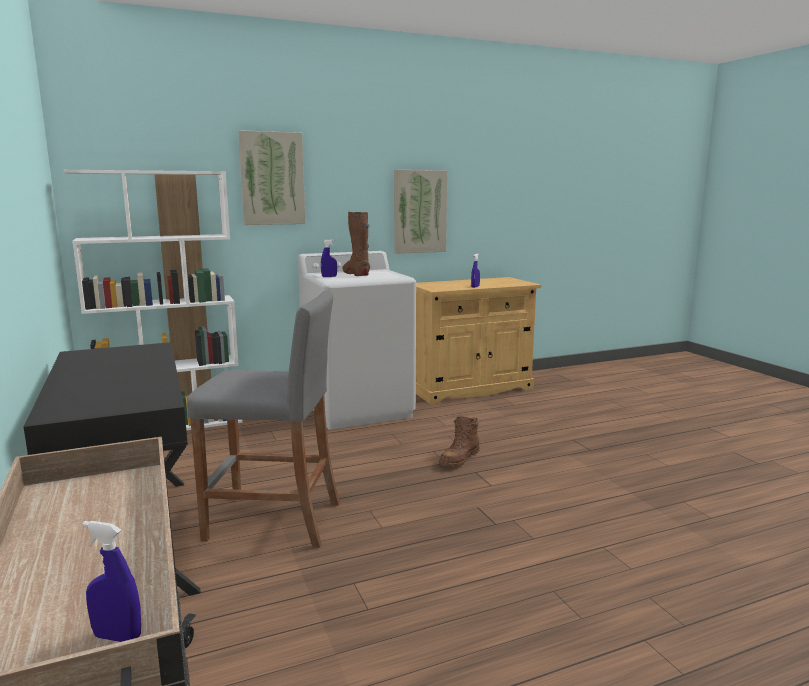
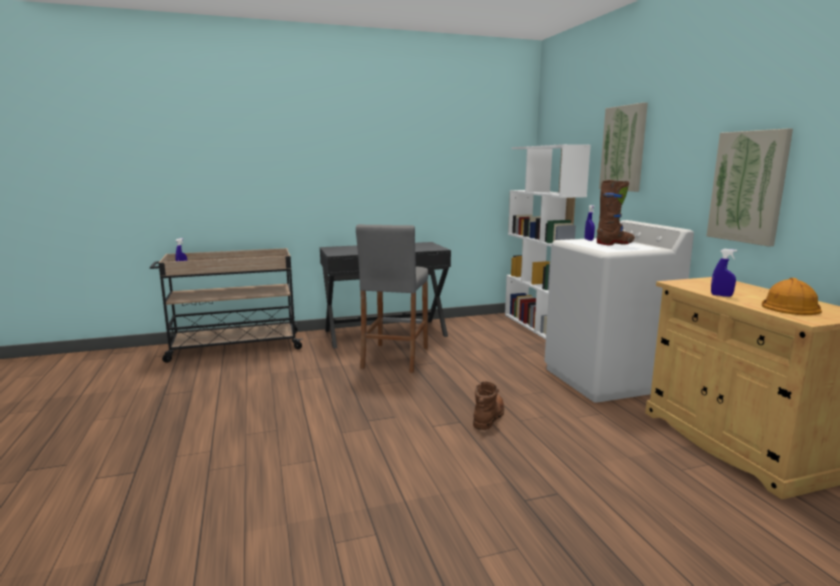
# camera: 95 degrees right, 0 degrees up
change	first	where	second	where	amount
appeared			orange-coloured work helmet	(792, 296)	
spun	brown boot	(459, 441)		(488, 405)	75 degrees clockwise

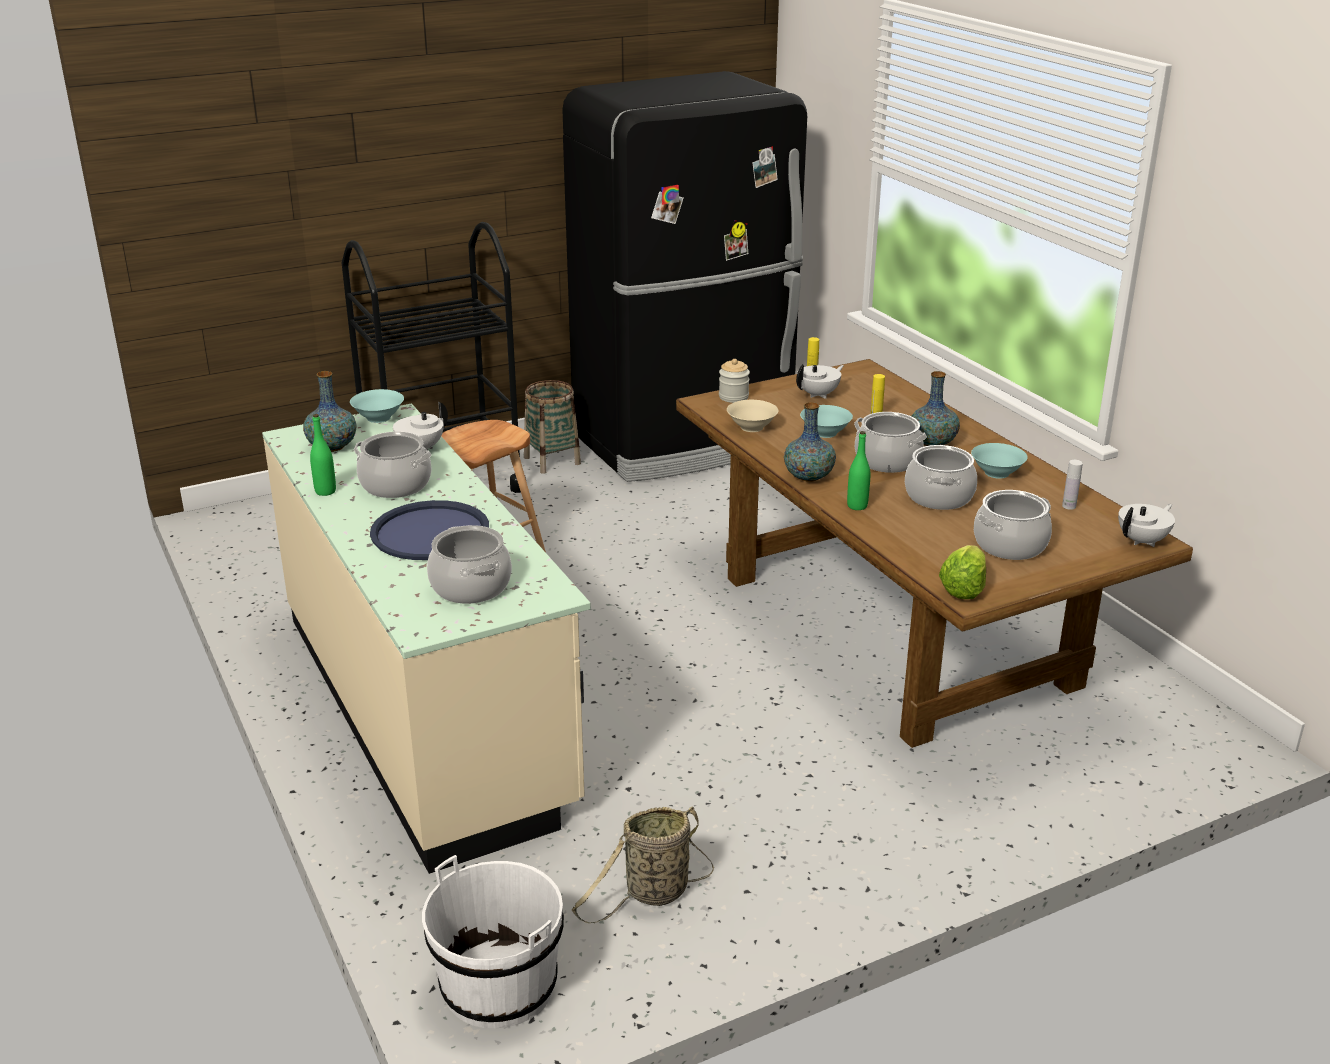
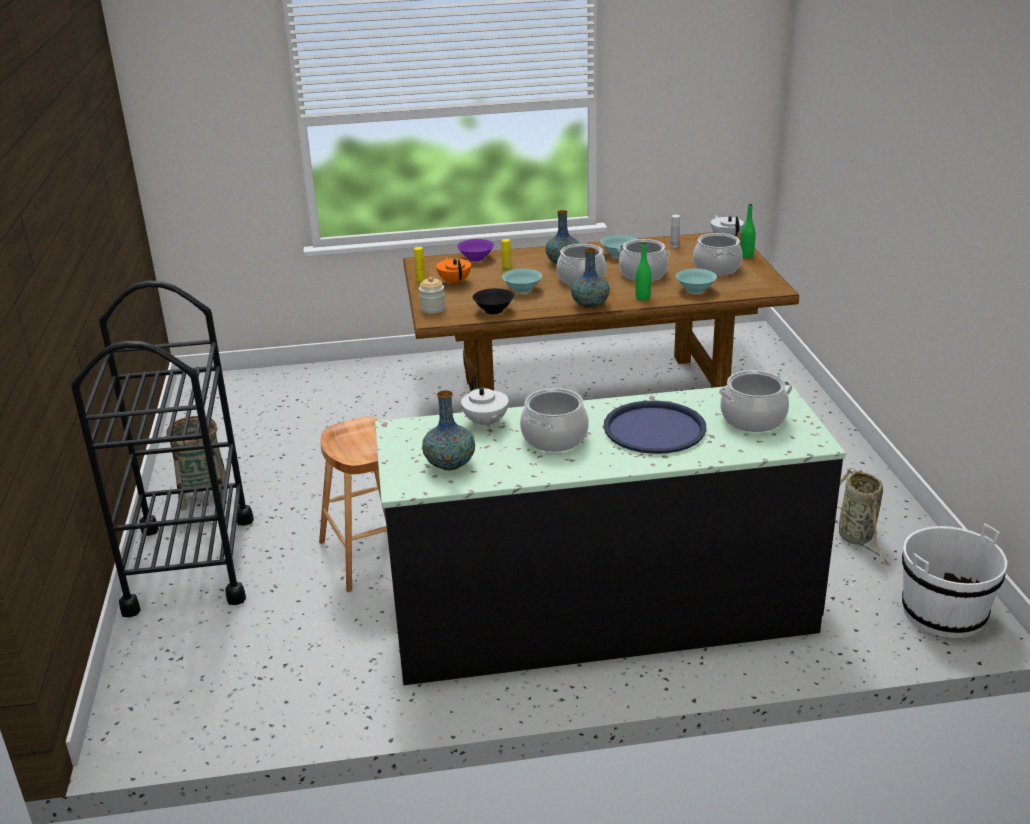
# camera: 70 degrees left, 0 degrees up
change	first	where	second	where	amount
missing	black-coloured kitchen fridge	(684, 276)			
missing	lettuce head	(962, 572)			
appeared			purple-coloured deep dish	(475, 250)	
relocated	greenish drink bottle	(323, 455)		(748, 231)	
relocated	turquoise deep dish	(377, 406)		(696, 281)	
colour	beige counter	(426, 639)	black-coloured counter	(610, 532)	
colour	beige deep dish	(752, 416)	black-coloured deep dish	(493, 301)	
colour	white-coloured pot for tea	(820, 381)	orange-coloured pot for tea	(453, 270)	

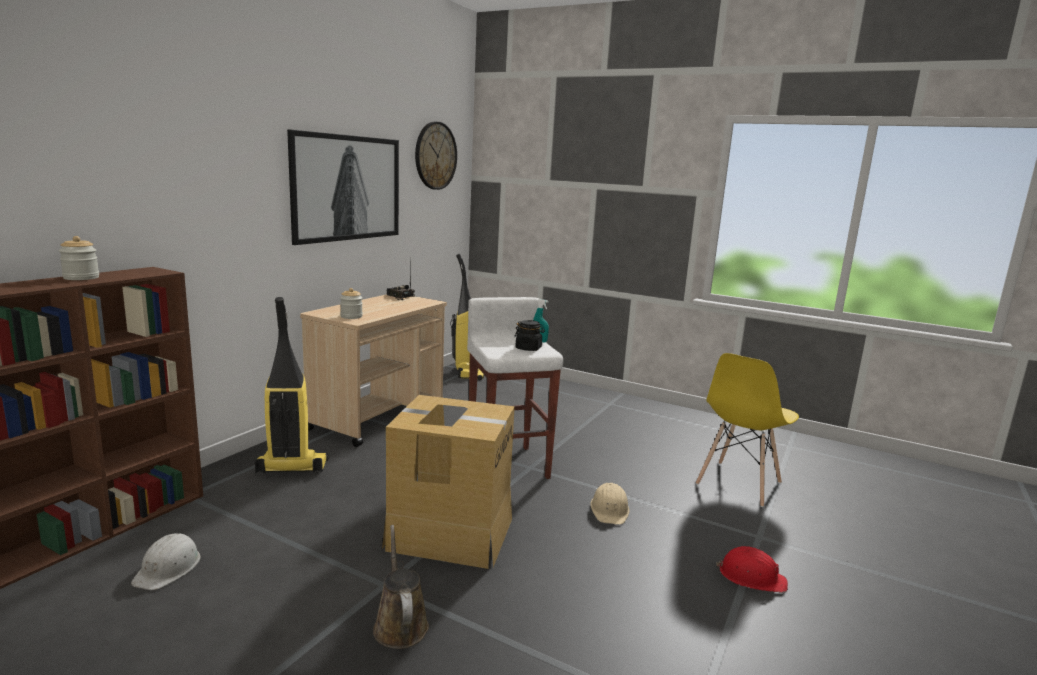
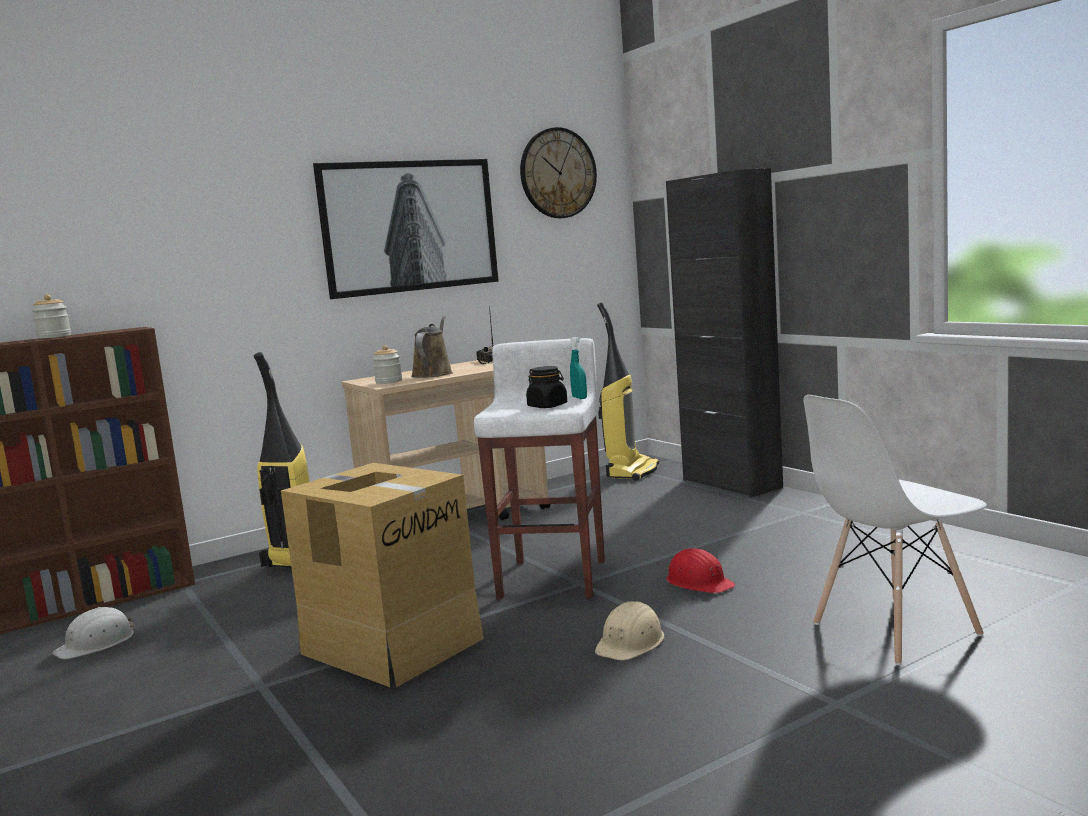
# camera: 30 degrees right, 5 degrees down
change	first	where	second	where	amount
appeared			black-coloured storage cabinet	(724, 332)	
relocated	brown watering pot	(401, 587)		(432, 347)	
relocated	reddish work helmet	(752, 569)		(701, 570)	
colour	yellowish plain chair	(747, 430)	white-coloured plain chair	(895, 530)	

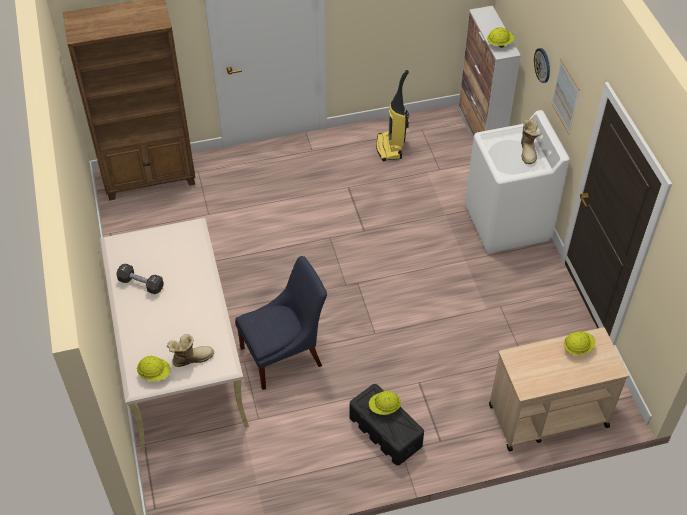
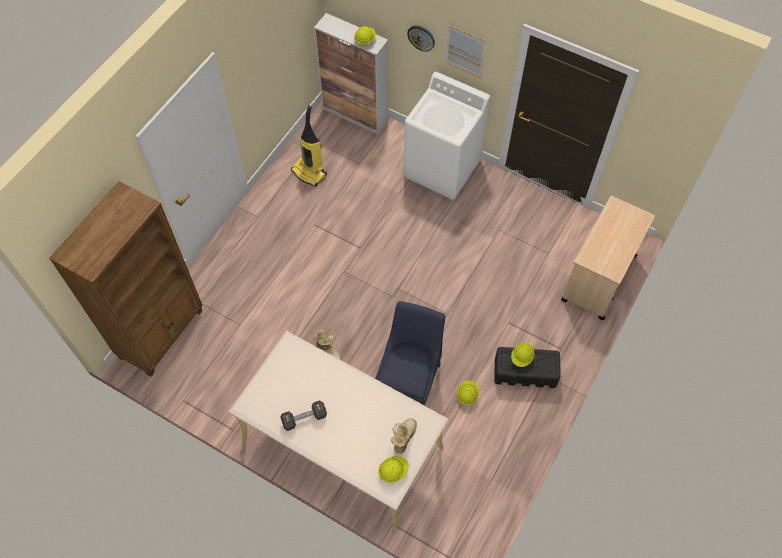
# camera: 45 degrees left, 10 degrees up
change	first	where	second	where	amount
relocated	boot	(531, 141)		(328, 344)	
relocated	yellowish work helmet	(579, 343)		(468, 392)	

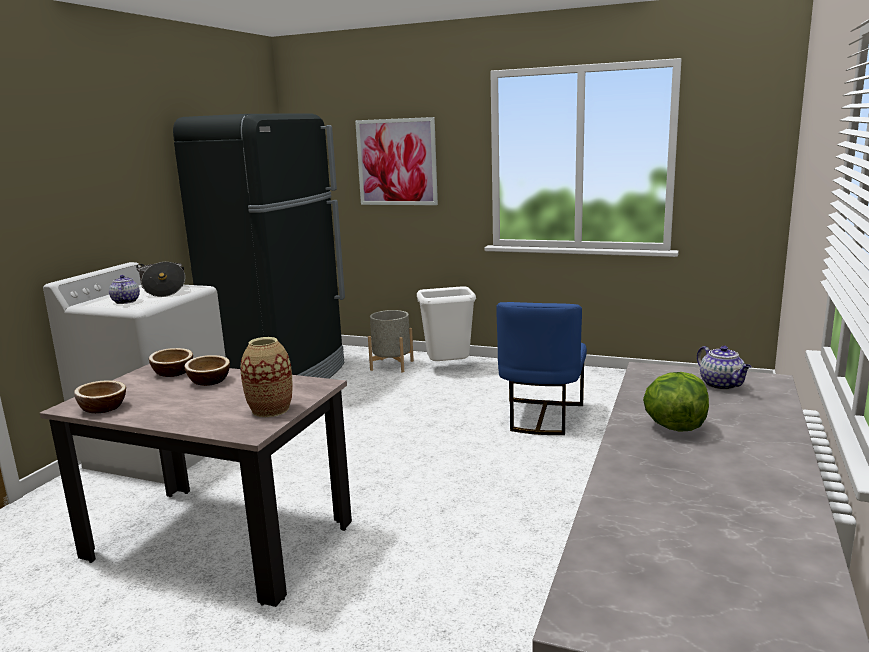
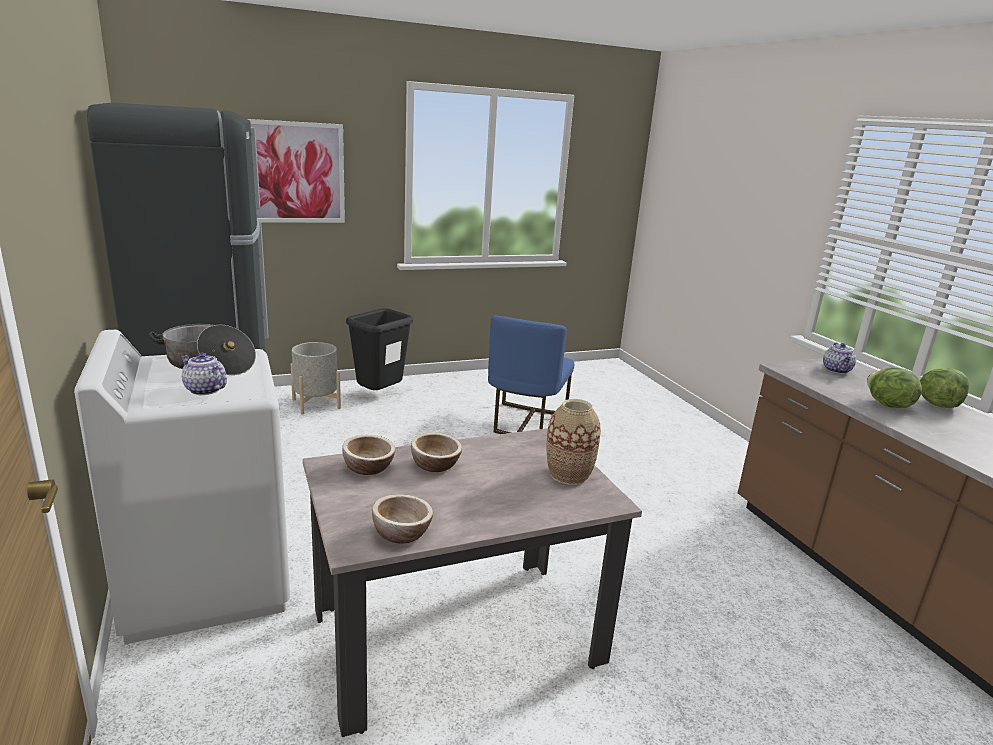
# camera: 45 degrees left, 5 degrees up
change	first	where	second	where	amount
appeared			lettuce head	(944, 388)	
colour	white-coloured waste bin	(446, 323)	black-coloured waste bin	(379, 349)	
spun	bluish plain chair	(541, 368)		(531, 375)	45 degrees clockwise
spun	pot for tea	(724, 368)		(839, 358)	75 degrees clockwise

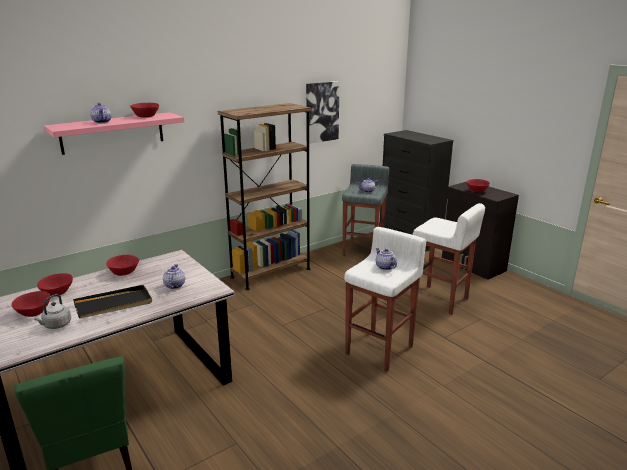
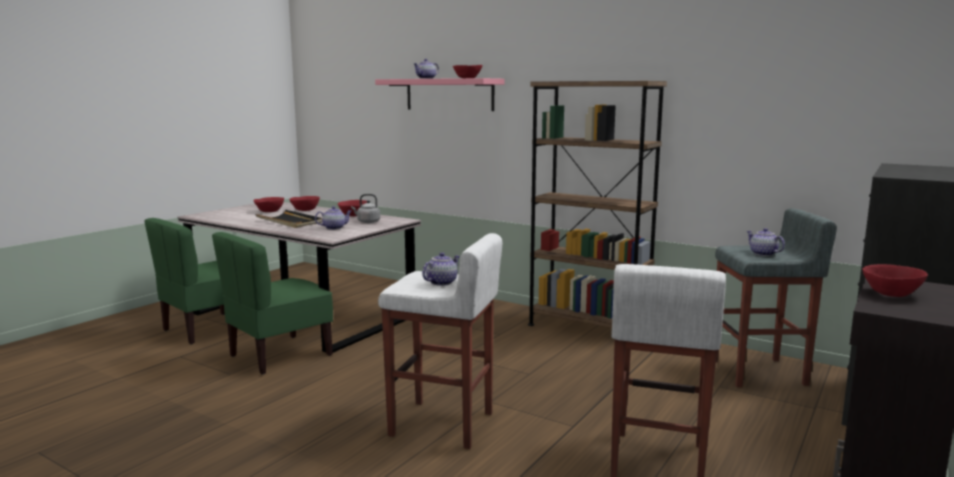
# camera: 70 degrees right, 10 degrees down
change	first	where	second	where	amount
missing	wall picture	(323, 112)			
appeared			greenish plain chair	(272, 303)	
relocated	grey water kettle	(52, 311)		(365, 208)	

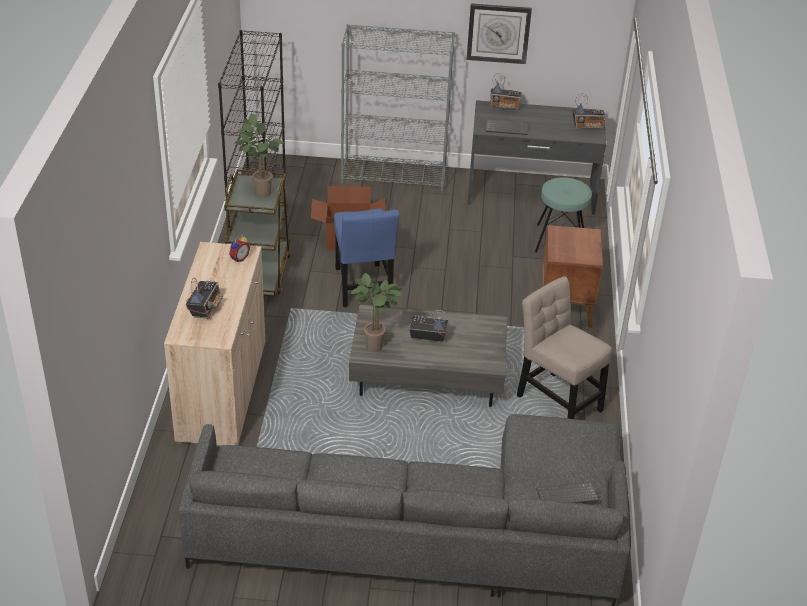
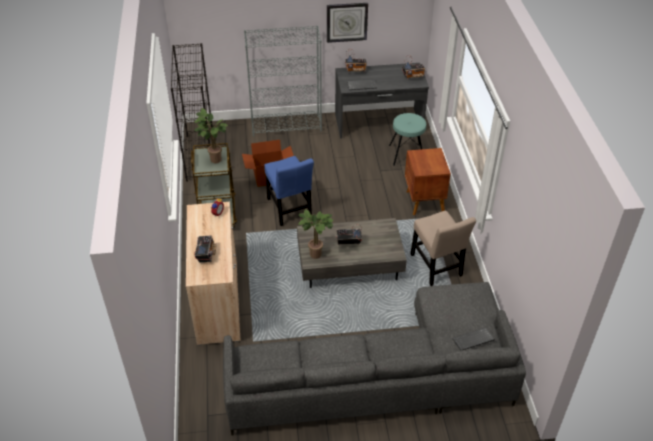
# camera: 10 degrees left, 5 degrees up
change	first	where	second	where	amount
spun	beige plain chair	(564, 347)		(443, 248)	150 degrees counterclockwise

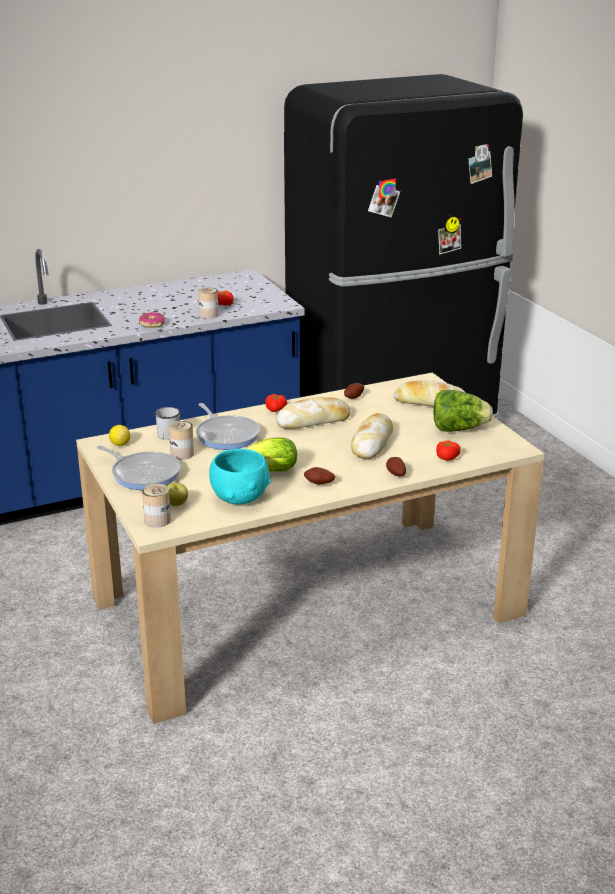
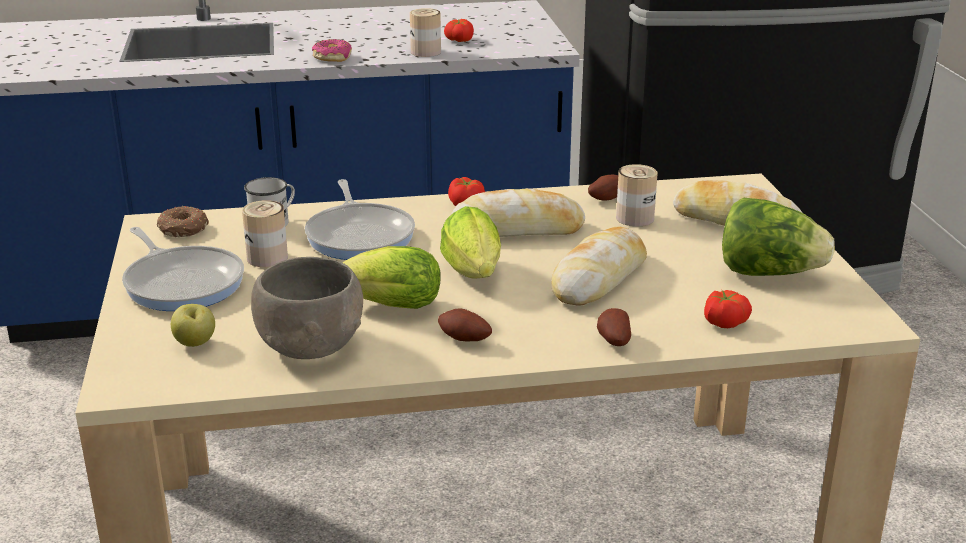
# camera: 15 degrees right, 0 degrees up
change	first	where	second	where	amount
appeared			lettuce head	(470, 242)	
relocated	sealed can	(156, 506)		(637, 195)	
exchanged	citrus fruit	(119, 435)	ring doughnut	(183, 221)	
colour	turquoise deep dish	(240, 477)	grey deep dish	(307, 308)	

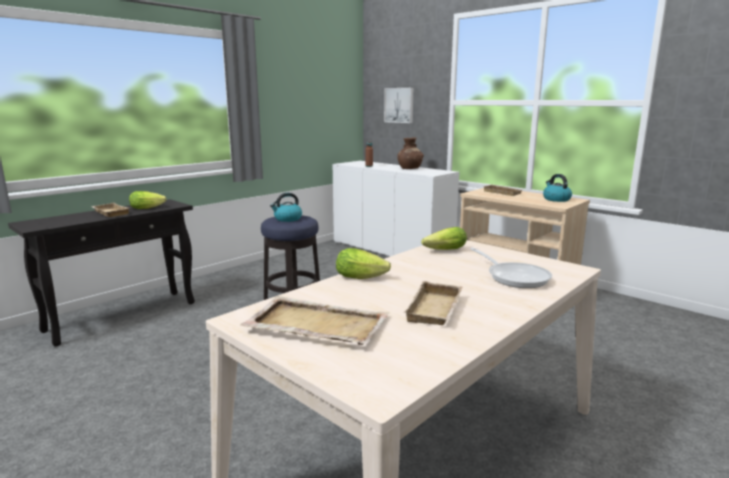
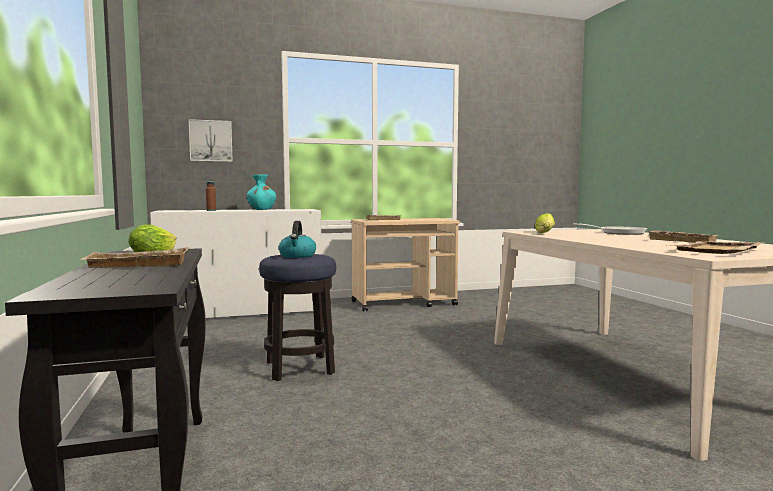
# camera: 60 degrees left, 10 degrees down
change	first	where	second	where	amount
missing	lettuce head	(363, 263)			
missing	water kettle	(557, 188)			
colour	brown decorative vase	(410, 153)	turquoise decorative vase	(261, 192)	

